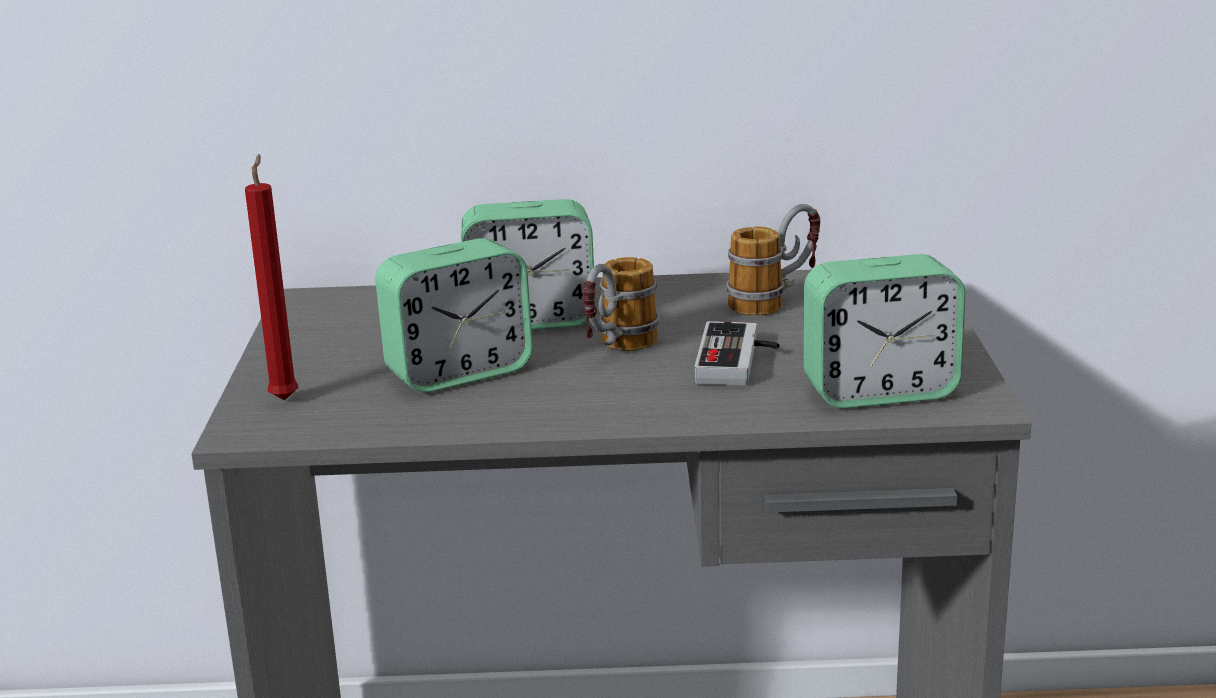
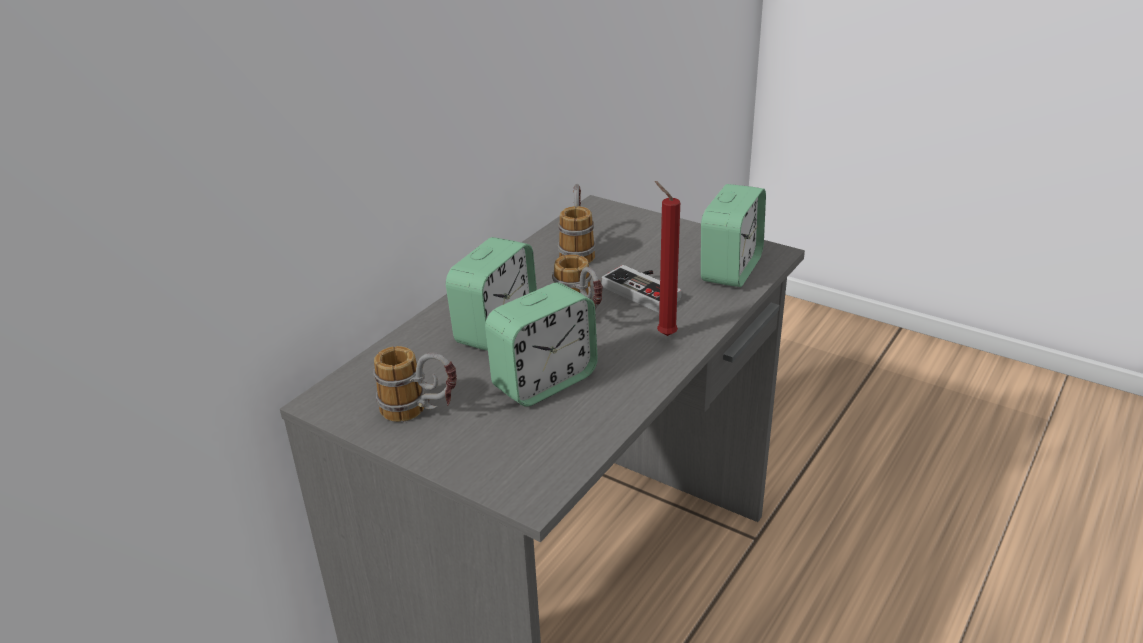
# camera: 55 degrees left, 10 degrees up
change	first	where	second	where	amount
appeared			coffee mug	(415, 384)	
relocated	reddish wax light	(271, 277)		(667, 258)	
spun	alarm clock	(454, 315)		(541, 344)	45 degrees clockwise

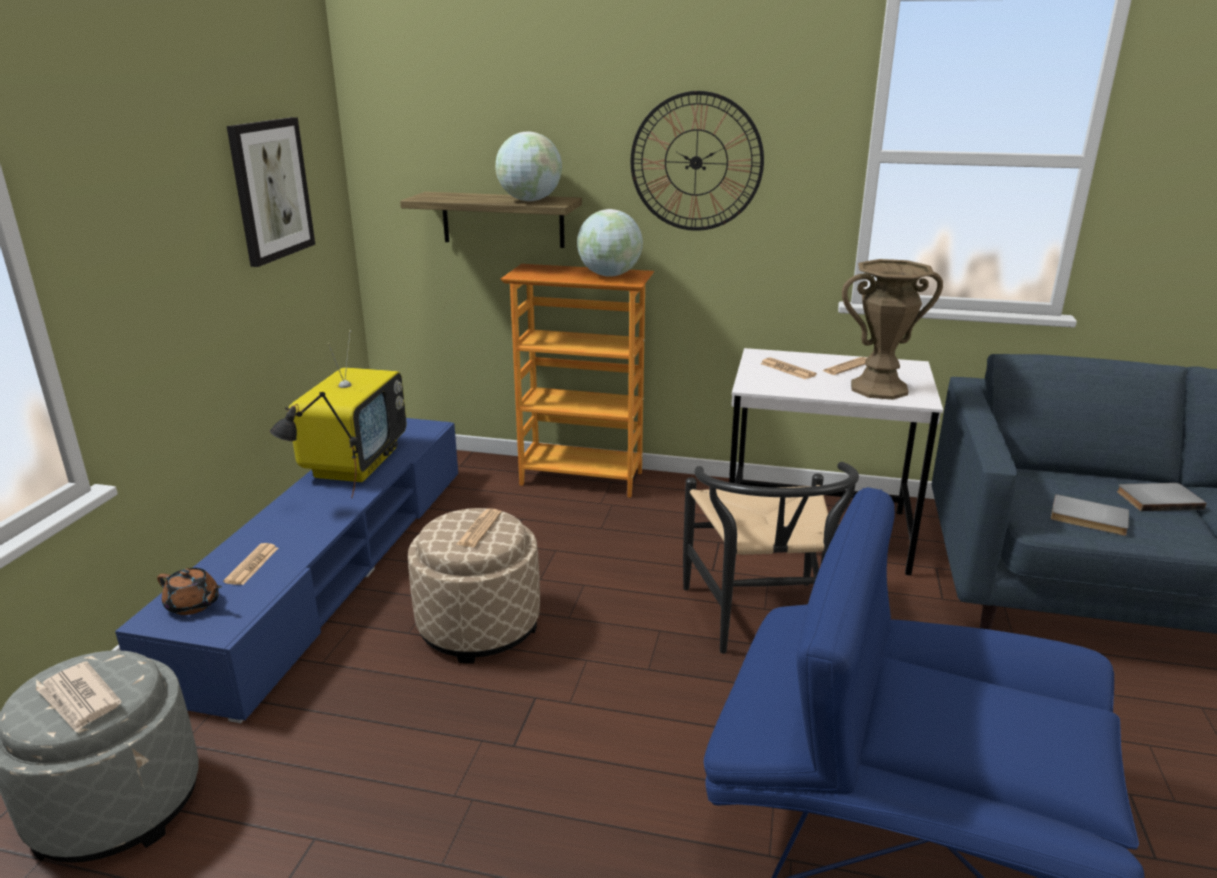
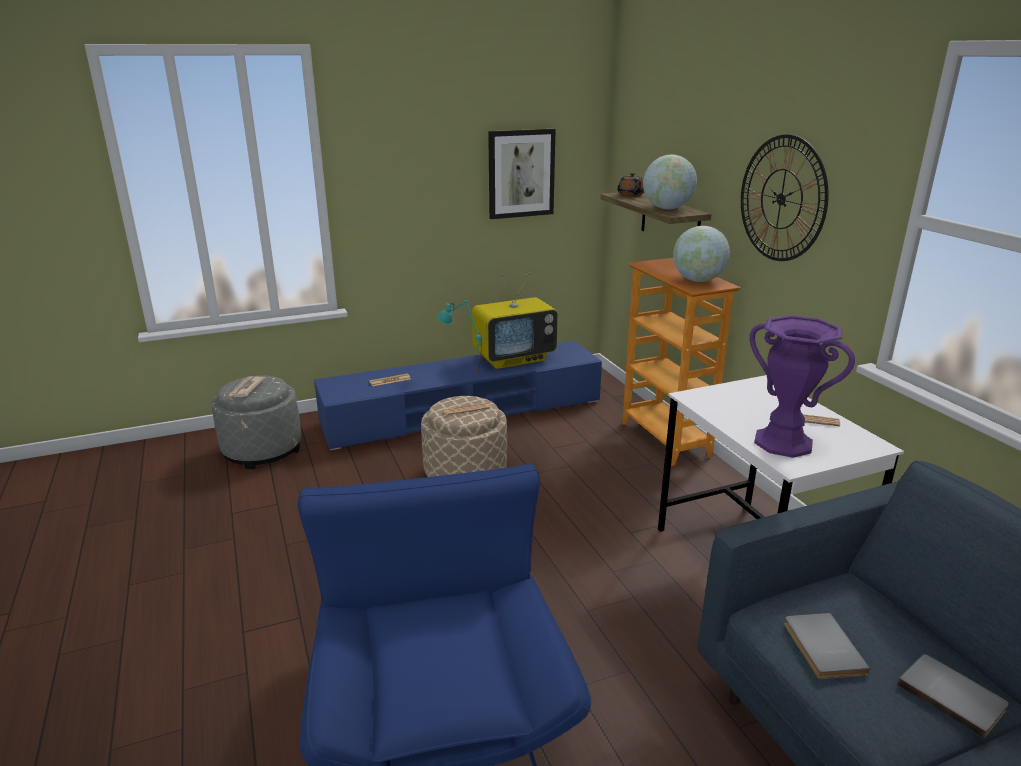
# camera: 55 degrees right, 0 degrees up
change	first	where	second	where	amount
missing	black-coloured plain chair	(771, 558)			
missing	newspaper	(788, 368)			
relocated	brown pot for tea	(189, 591)		(630, 185)	
colour	black-coloured tabletop lamp	(314, 445)	turquoise tabletop lamp	(459, 336)	
colour	brown decorative vase	(892, 329)	purple-coloured decorative vase	(802, 386)	

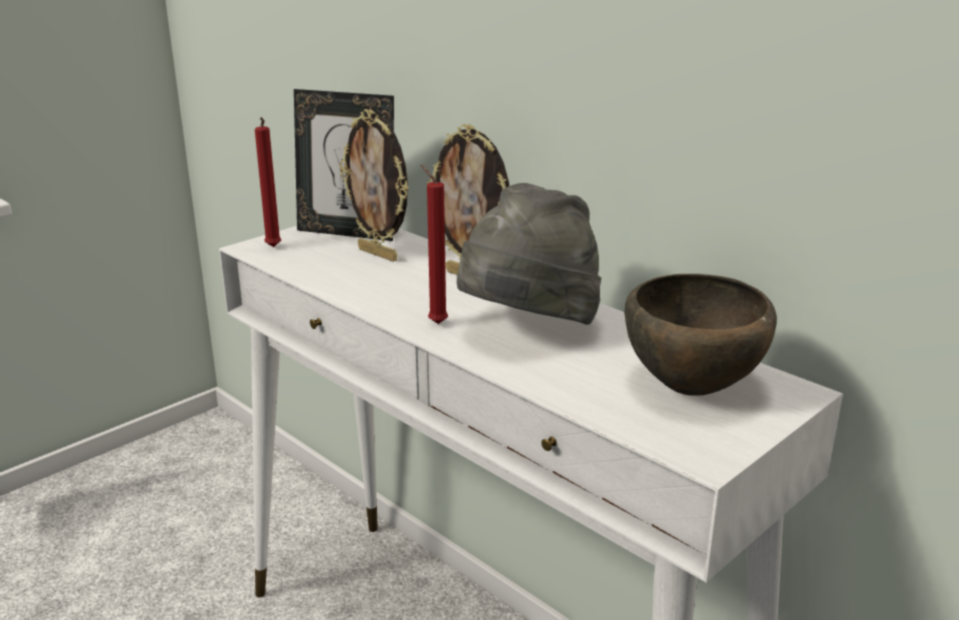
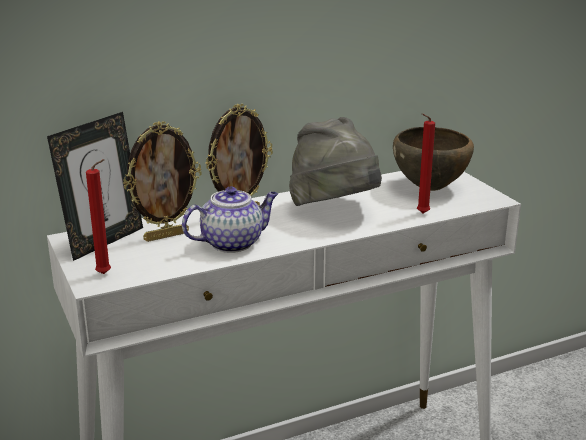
# camera: 70 degrees left, 0 degrees up
change	first	where	second	where	amount
appeared			pot for tea	(230, 219)	
relocated	reddish wax light	(434, 244)		(426, 163)	

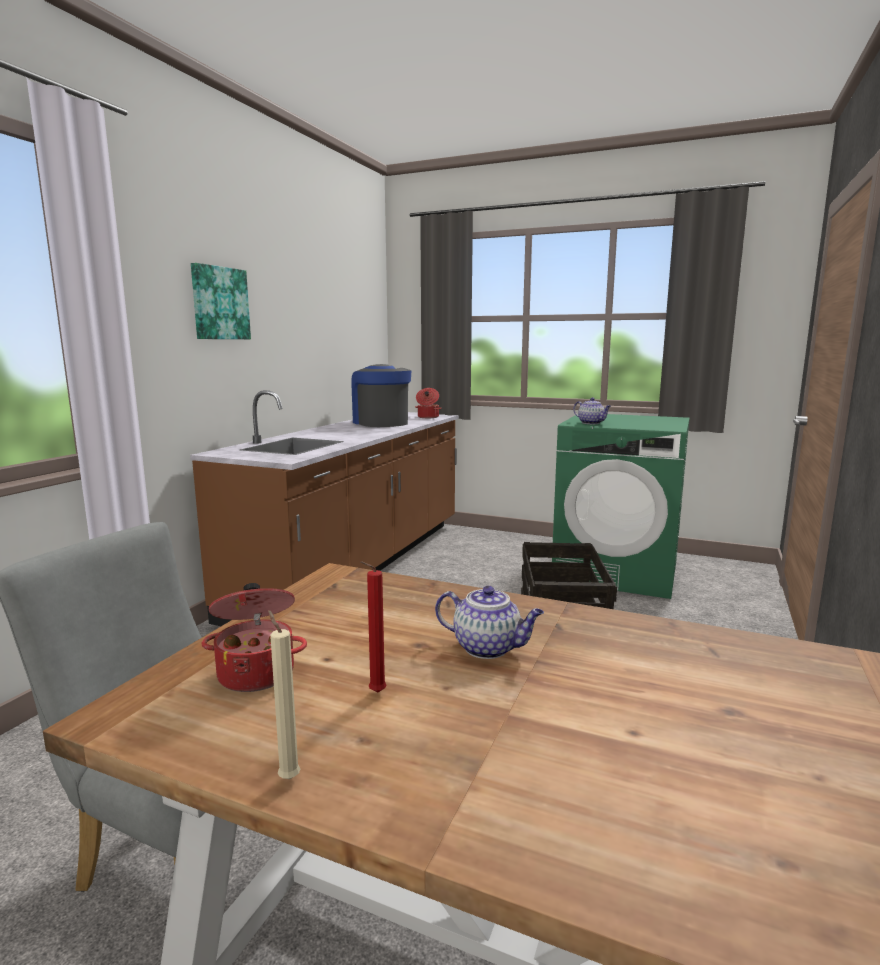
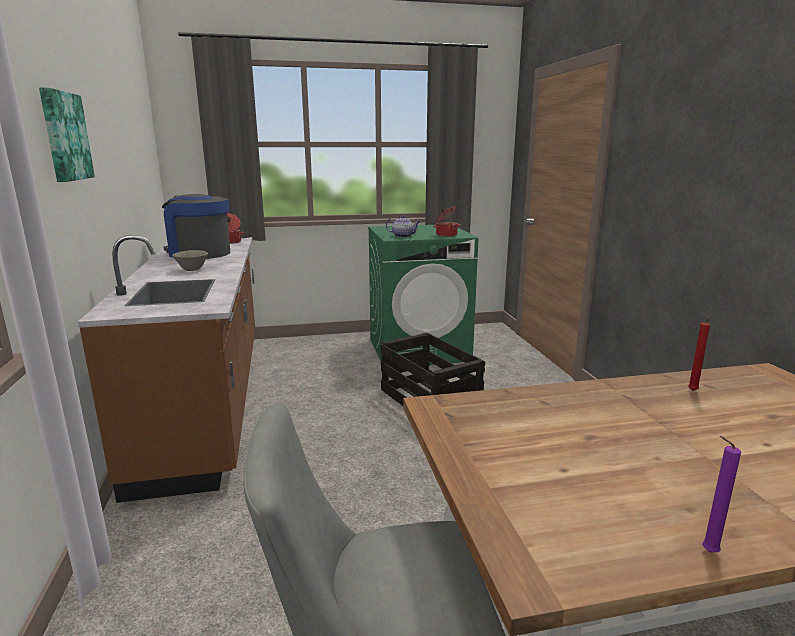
# camera: 35 degrees left, 5 degrees up
change	first	where	second	where	amount
missing	pot for tea	(489, 622)			
appeared			grey deep dish	(190, 260)	
relocated	stockpot	(254, 637)		(446, 221)	
relocated	reddish wax light	(373, 627)		(699, 354)	
colour	beige wax light	(284, 694)	purple-coloured wax light	(721, 494)	

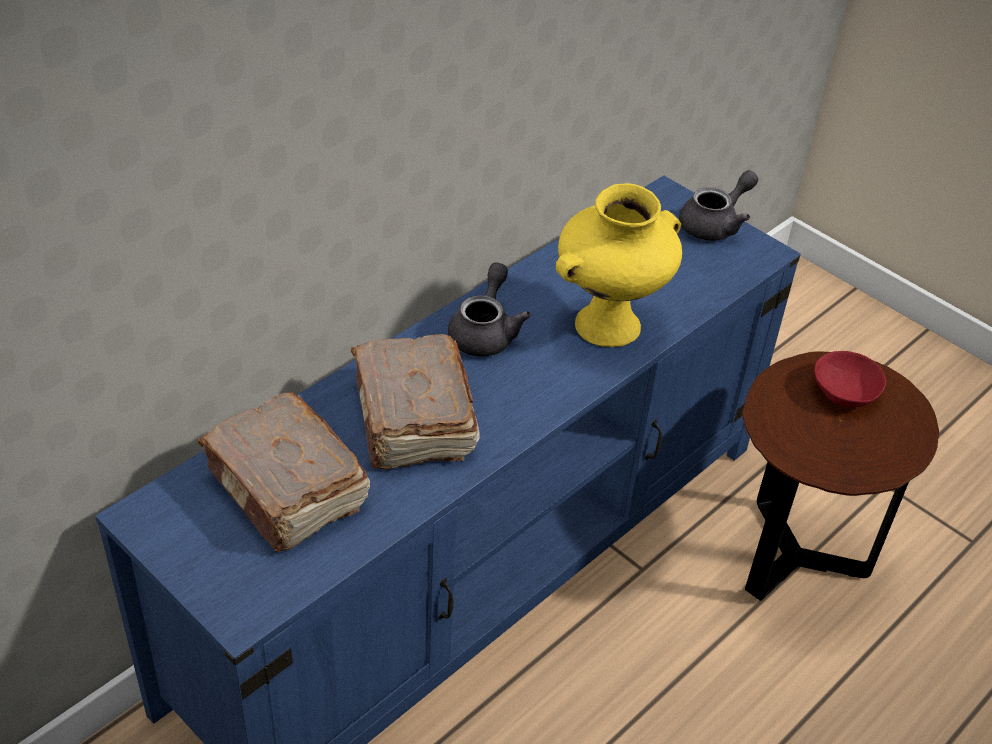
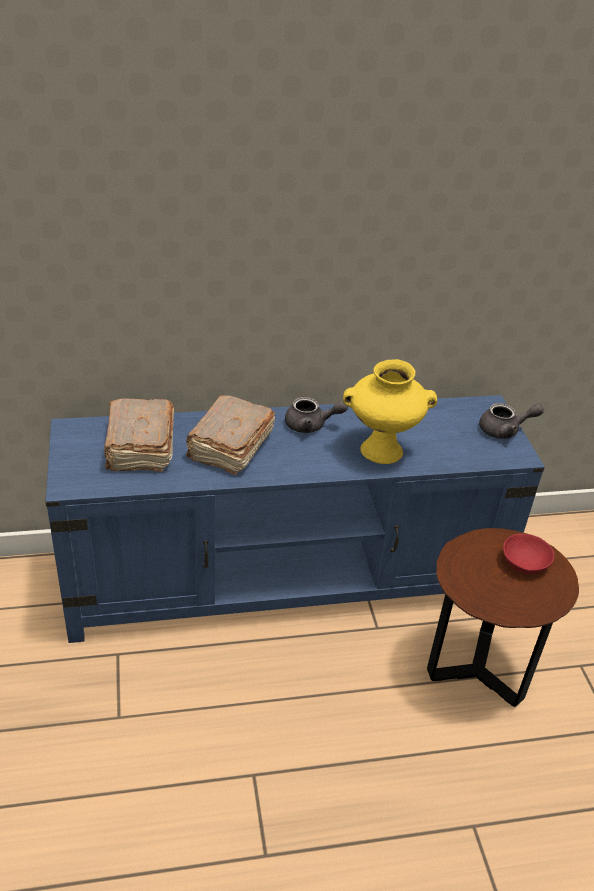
# camera: 35 degrees right, 5 degrees down
change	first	where	second	where	amount
spun	grey pot for tea	(489, 309)		(316, 415)	45 degrees clockwise

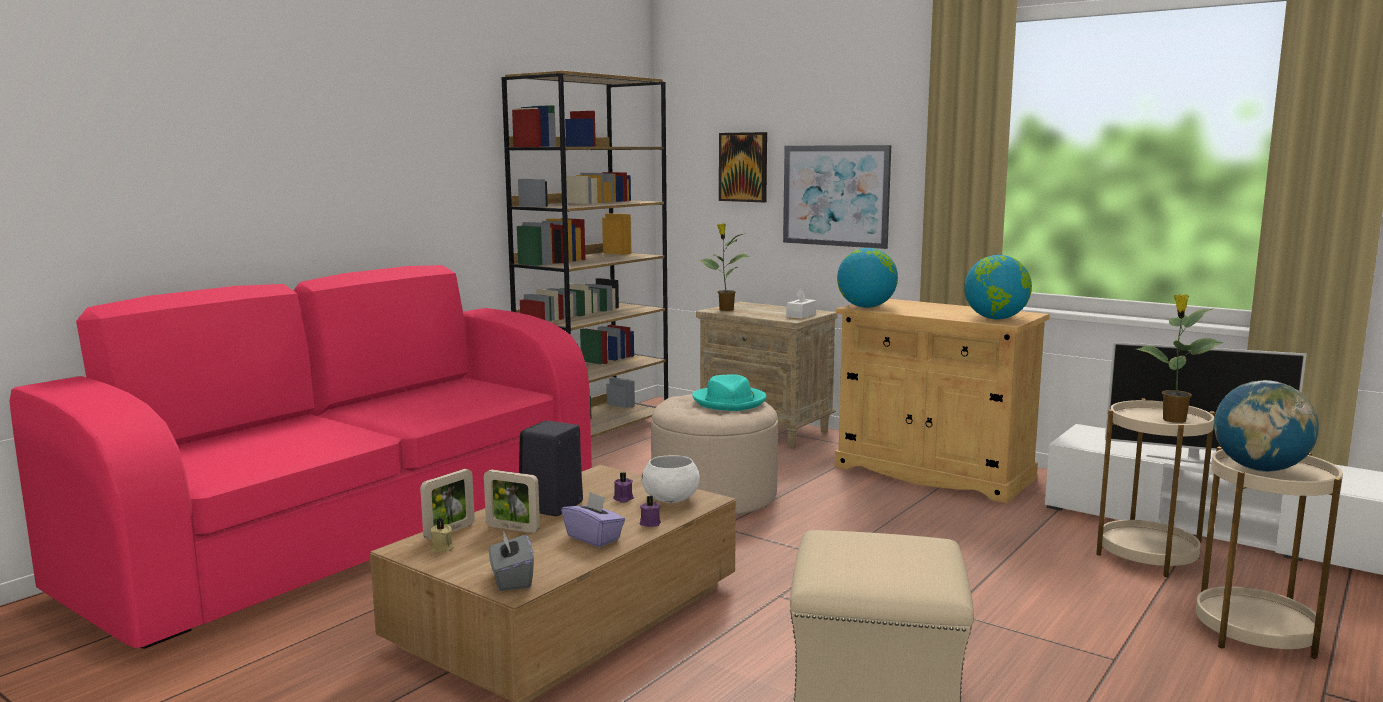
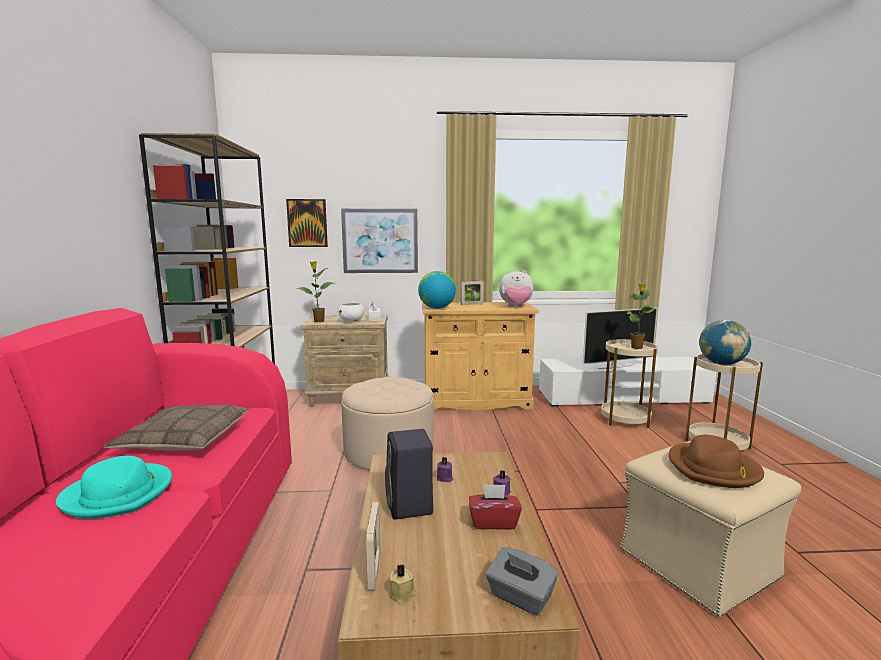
# camera: 40 degrees left, 0 degrees up
change	first	where	second	where	amount
appeared			throw pillow	(176, 428)	
appeared			brown clothing hat	(716, 461)	
relocated	picture frame	(512, 501)		(472, 293)	
relocated	white-coloured deep dish	(671, 479)		(351, 312)	
relocated	turquoise clothing hat	(729, 392)		(114, 487)	
exchanged	desk globe	(998, 287)	cuddly toy	(516, 288)	
colour	purple-coloured box of tissues	(593, 519)	reddish box of tissues	(495, 507)	

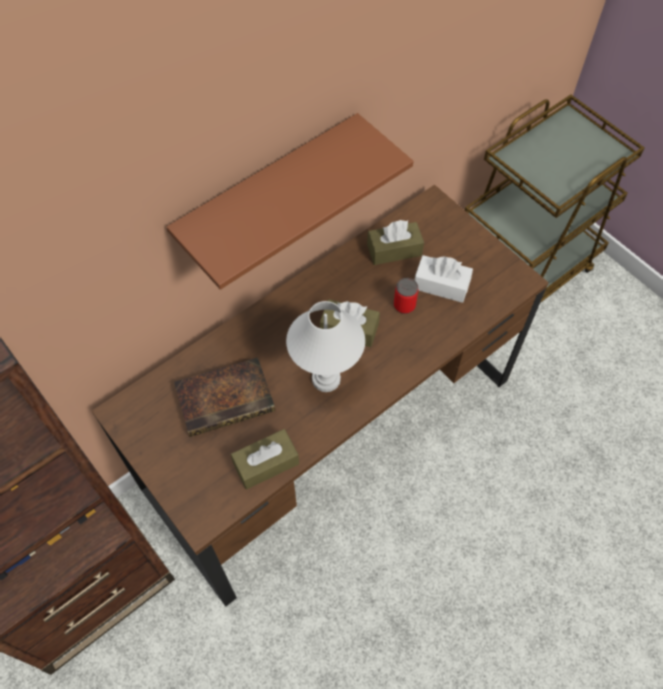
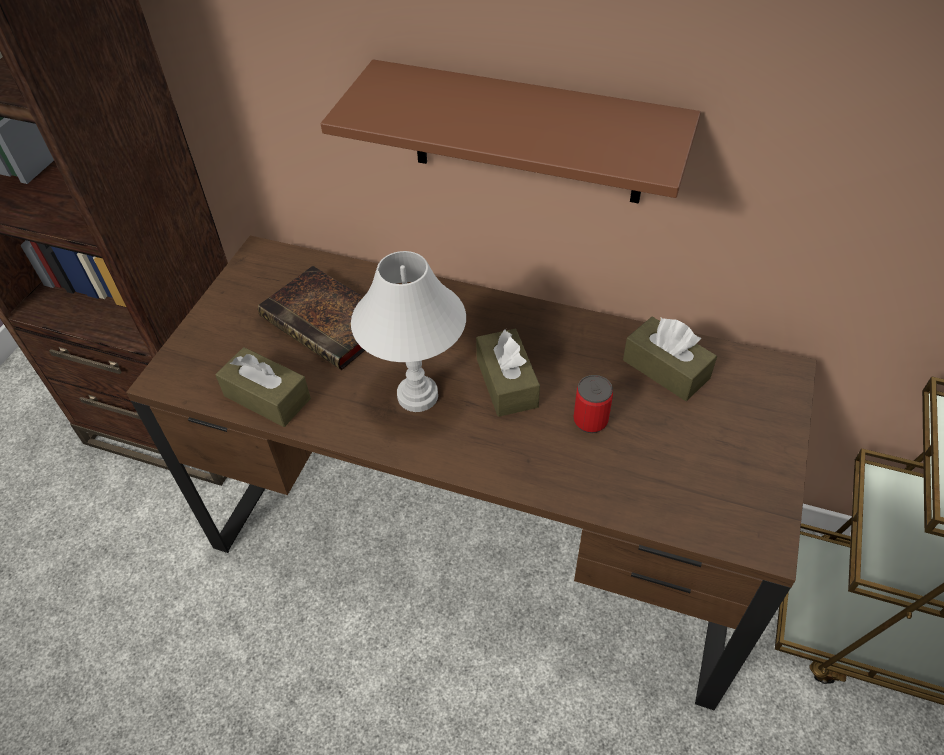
# camera: 60 degrees right, 10 degrees down
change	first	where	second	where	amount
missing	white-coloured box of tissues	(443, 279)			

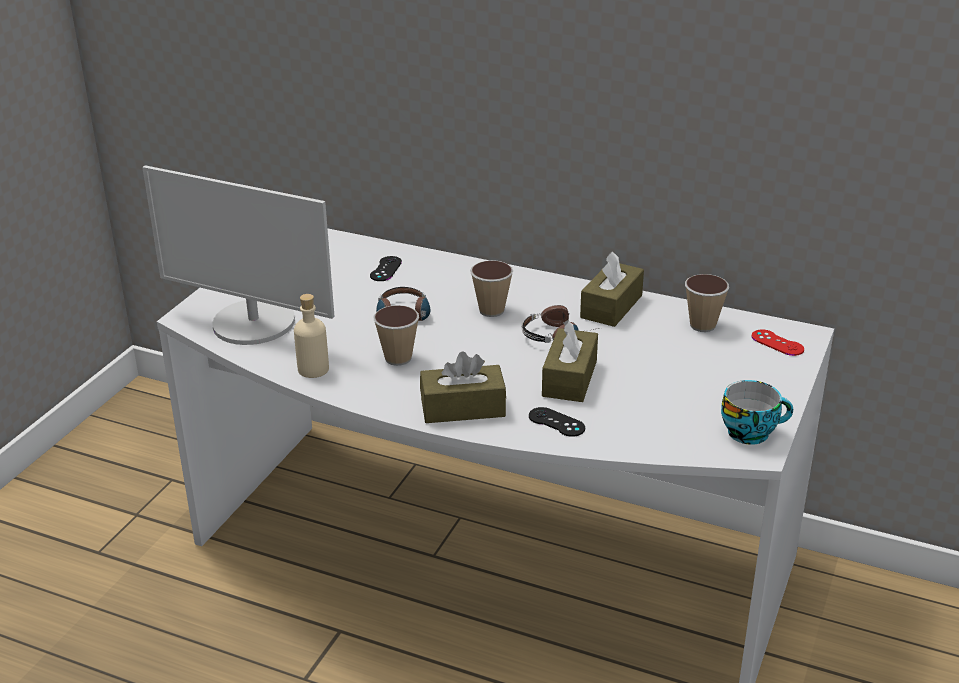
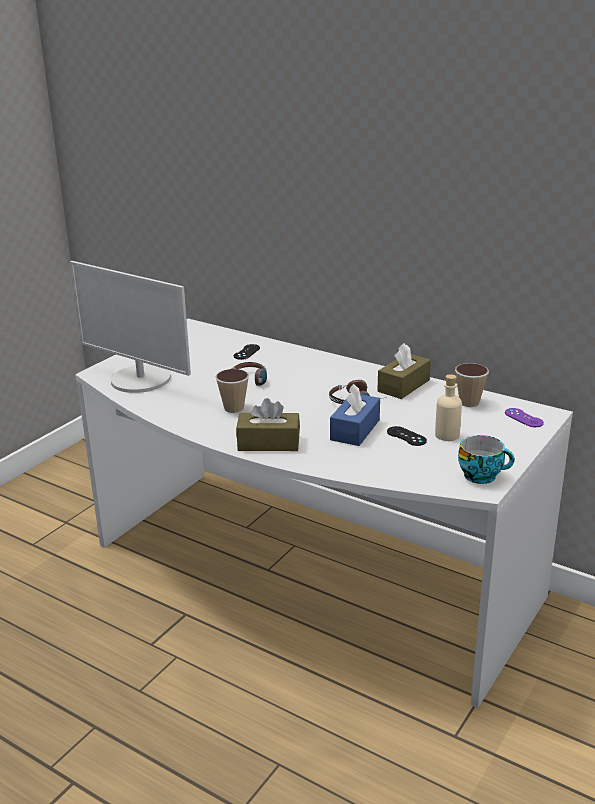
# camera: 10 degrees right, 5 degrees down
change	first	where	second	where	amount
missing	small cup	(491, 288)			
relocated	beige drink bottle	(311, 336)		(448, 407)	
relocated	black-coloured gamepad	(557, 422)		(407, 436)	
colour	brown box of tissues	(570, 361)	bluish box of tissues	(355, 415)	
colour	reddish gamepad	(778, 342)	purple-coloured gamepad	(524, 417)	

